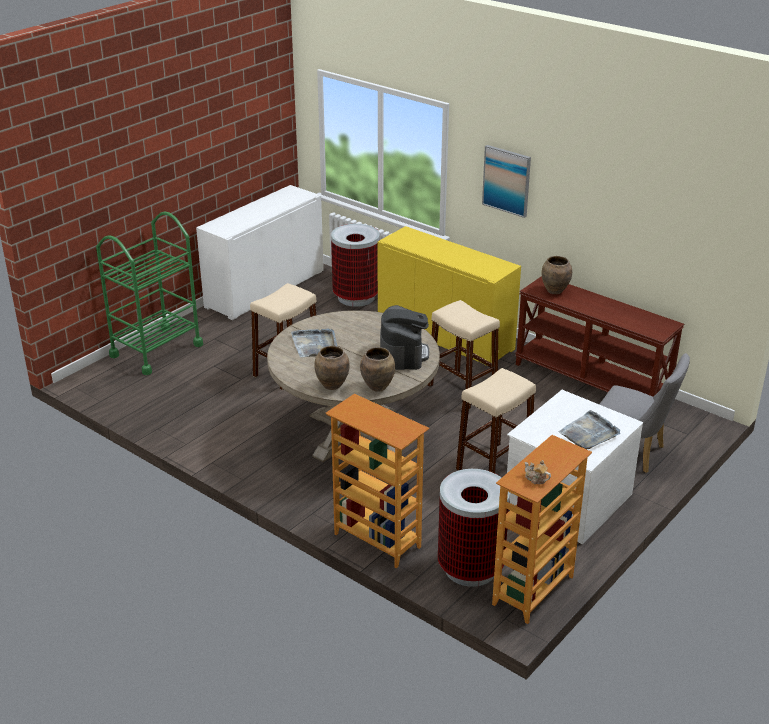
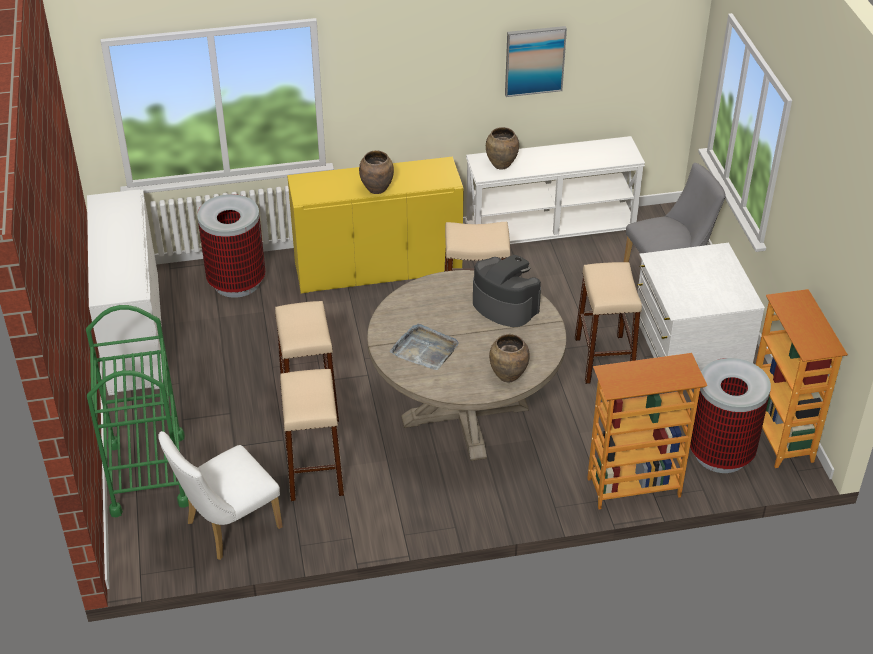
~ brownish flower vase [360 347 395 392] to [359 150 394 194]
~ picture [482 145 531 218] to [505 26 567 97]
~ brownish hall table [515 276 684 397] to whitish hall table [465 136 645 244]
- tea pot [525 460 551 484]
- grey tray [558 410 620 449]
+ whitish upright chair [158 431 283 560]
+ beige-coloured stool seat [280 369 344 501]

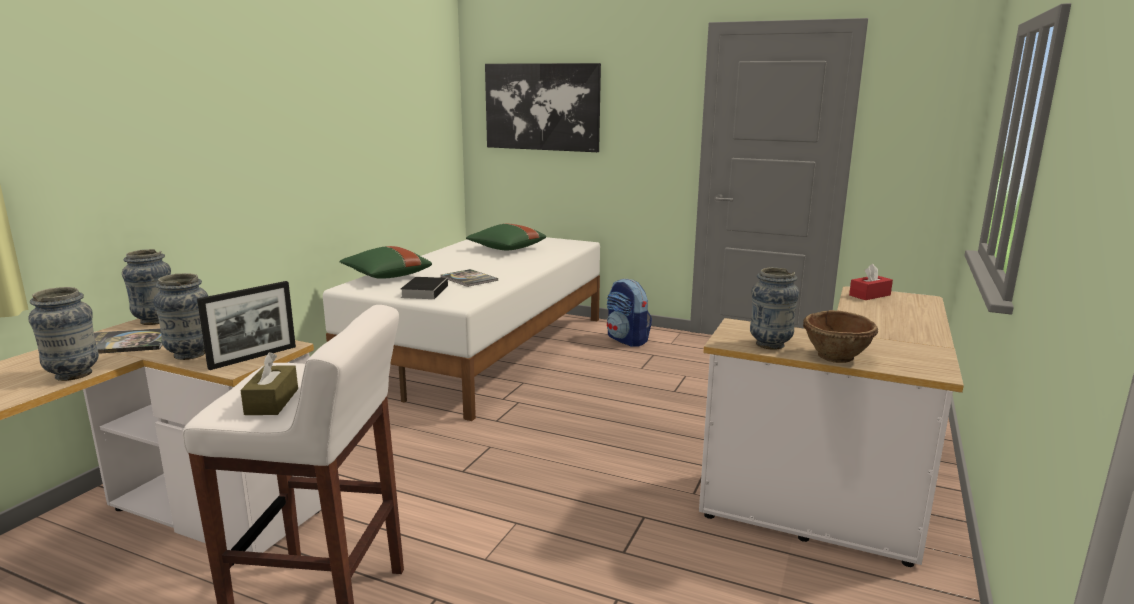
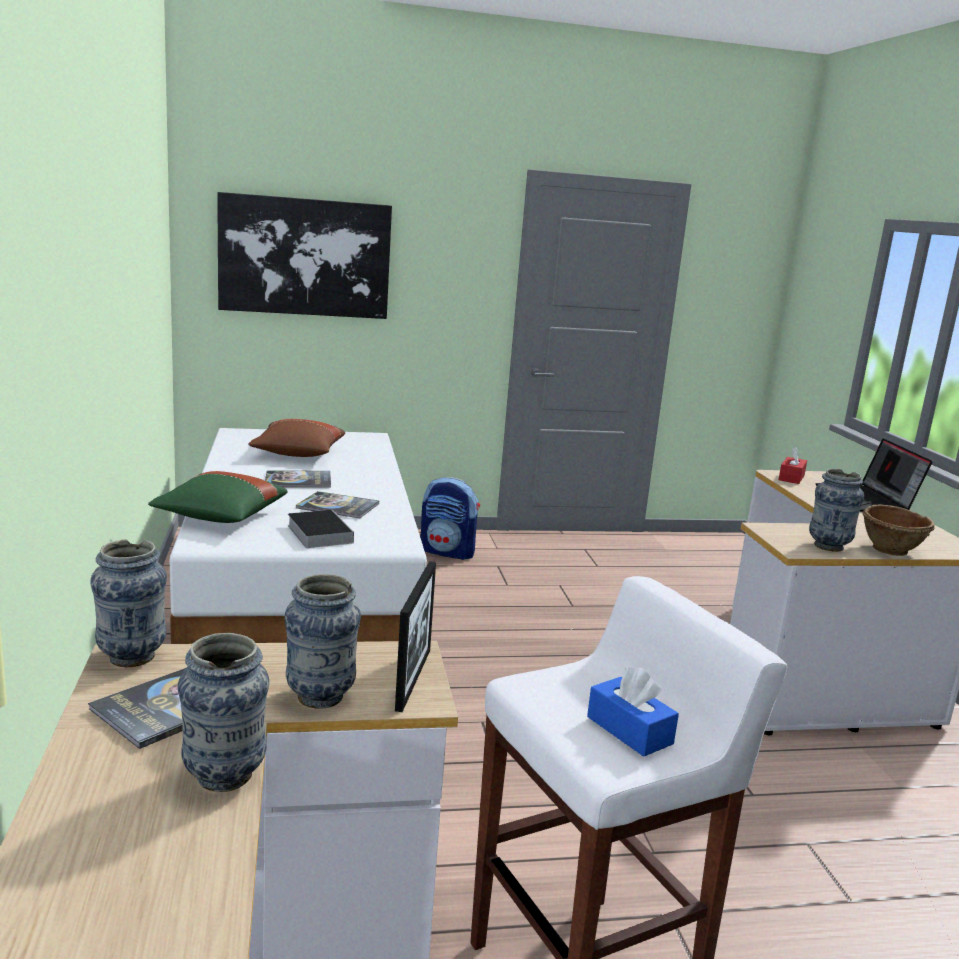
~ brownish box of tissues [240 352 298 415] to bluish box of tissues [587 667 679 757]
~ greenish throw pillow [466 224 546 250] to brownish throw pillow [248 419 345 457]
+ volume [265 470 331 488]
+ laptop [815 438 932 512]

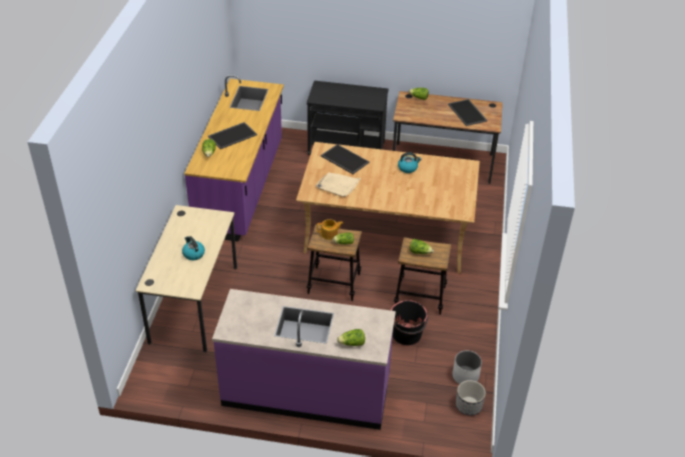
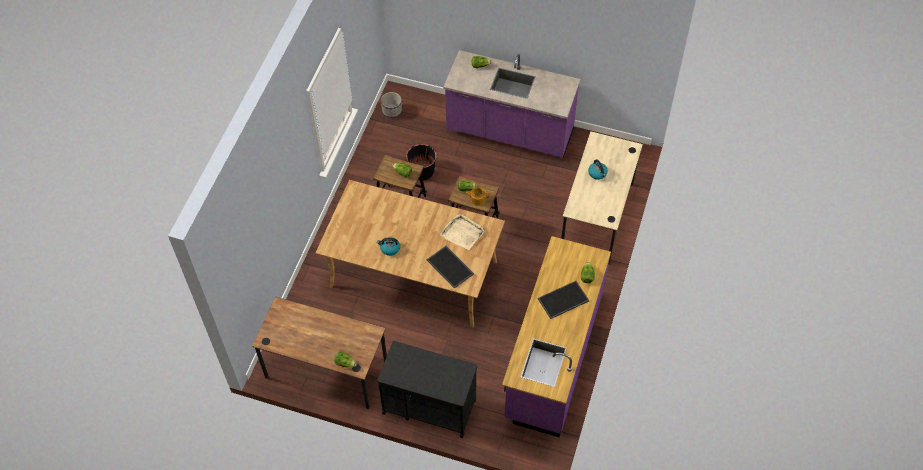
- tray [448 99 487 126]
- whitish planter [452 351 482 384]

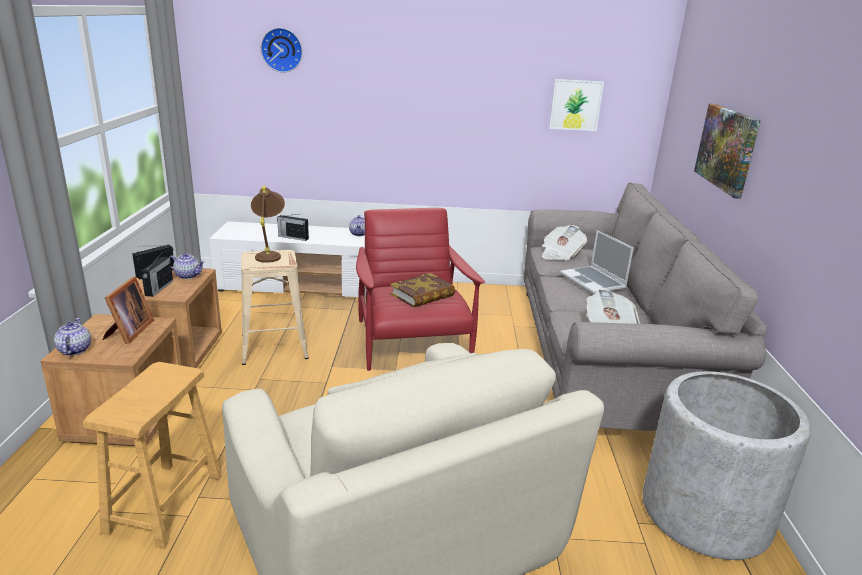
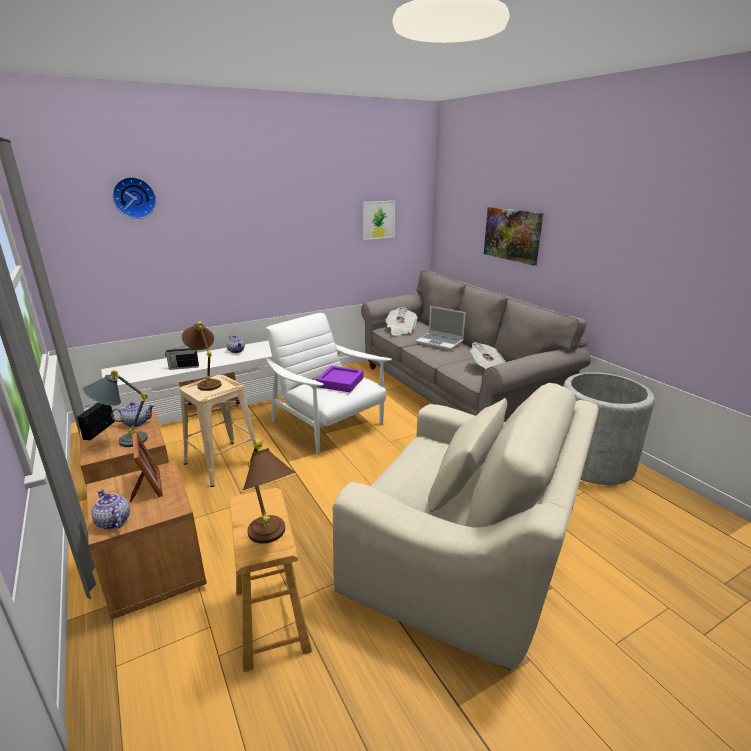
~ radio receiver [141 254 173 297] to grey tabletop lamp [83 370 148 447]
~ red-coloured armchair [356 208 485 371] to whitish armchair [265 313 392 455]
~ volume [390 273 455 307] to purplish tray [316 366 364 392]
+ brownish tabletop lamp [243 439 295 544]

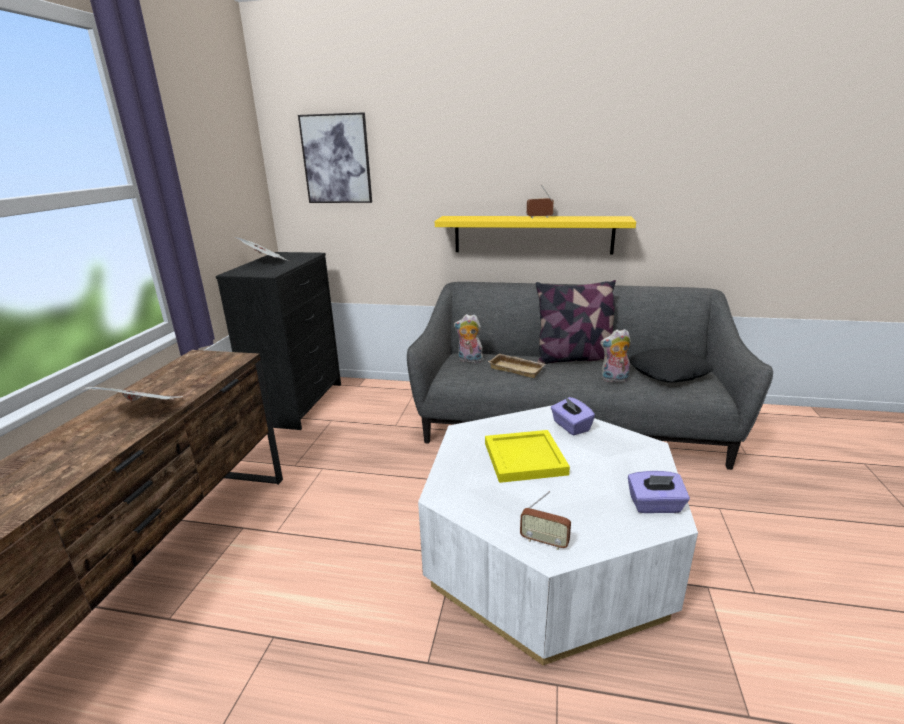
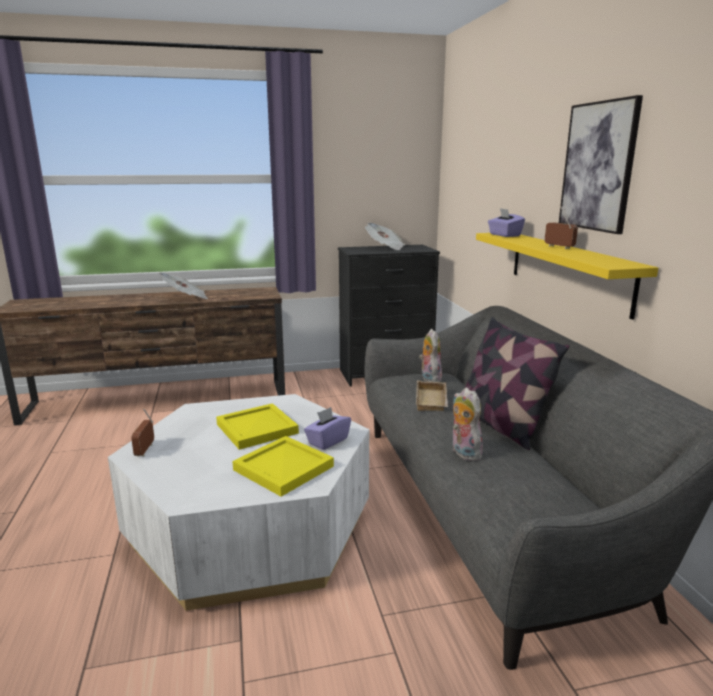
~ picture [298 112 372 203] to [559 95 643 234]
~ purplish box of tissues [628 471 690 513] to [488 208 525 237]
- blackish throw pillow [629 348 713 382]
+ yellow-coloured tray [232 436 334 497]

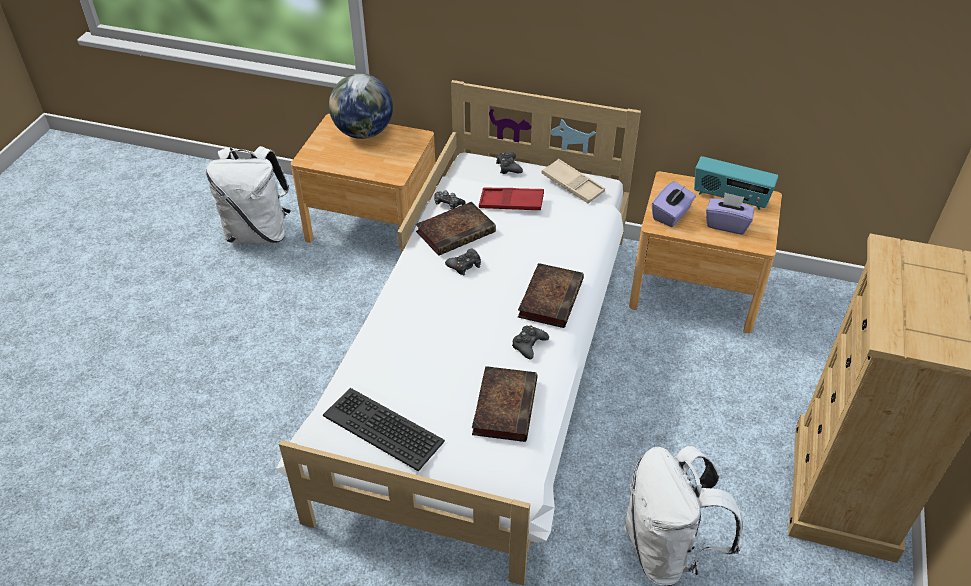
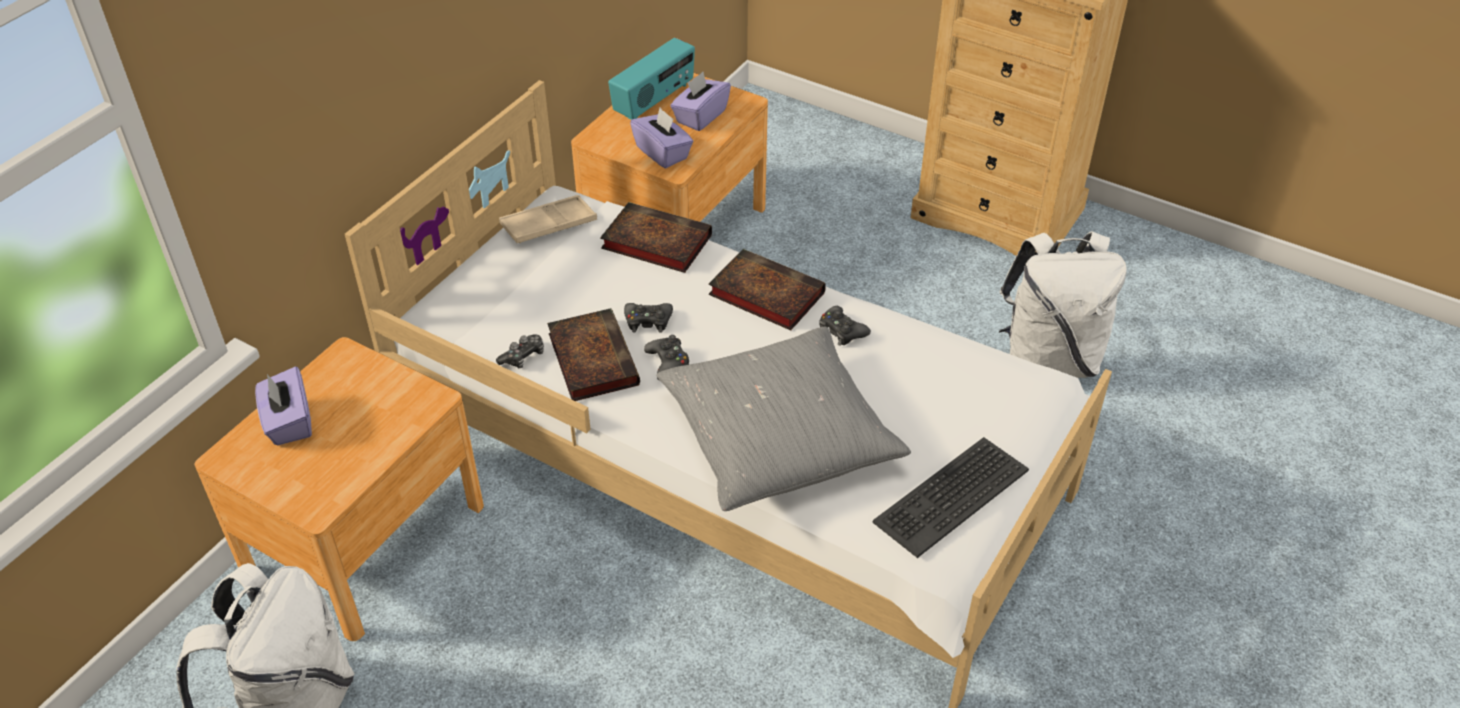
~ globe [329 74 393 139] to purplish box of tissues [255 366 312 445]
~ volume [472 366 537 442] to [600 202 712 273]
- red-coloured tray [479 188 544 210]
~ blackish game controller [496 152 523 174] to [624 303 673 333]
+ grey throw pillow [656 327 911 511]

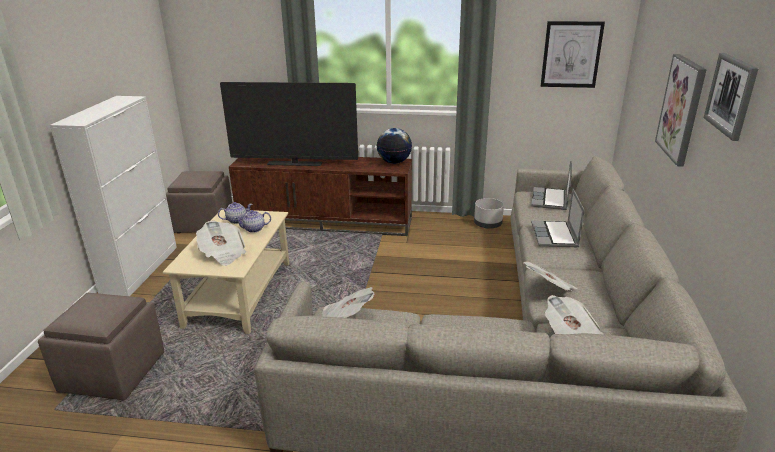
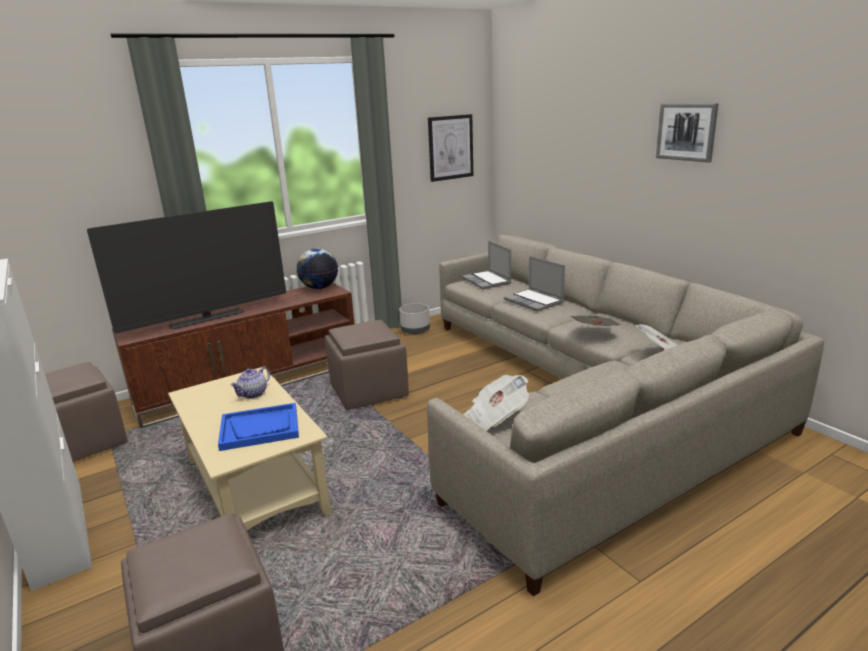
~ printed paper [196 220 246 266] to bluish tray [218 403 299 451]
- tea pot [218 202 253 224]
- picture [655 54 706 167]
+ brownish ottoman [325 320 409 410]

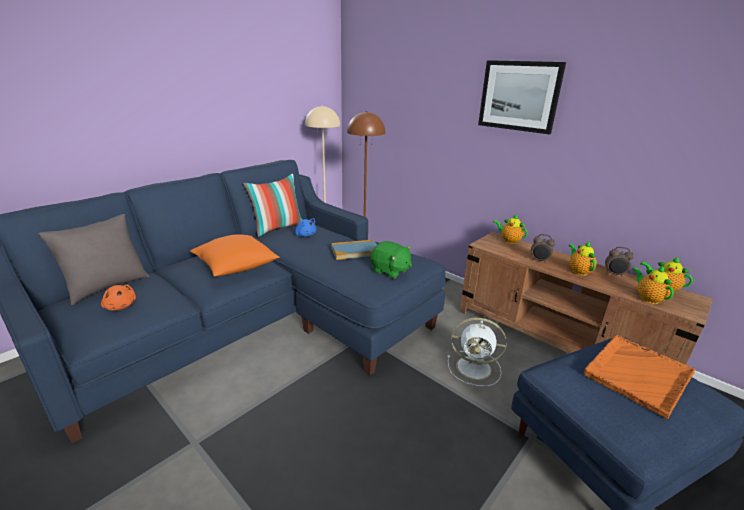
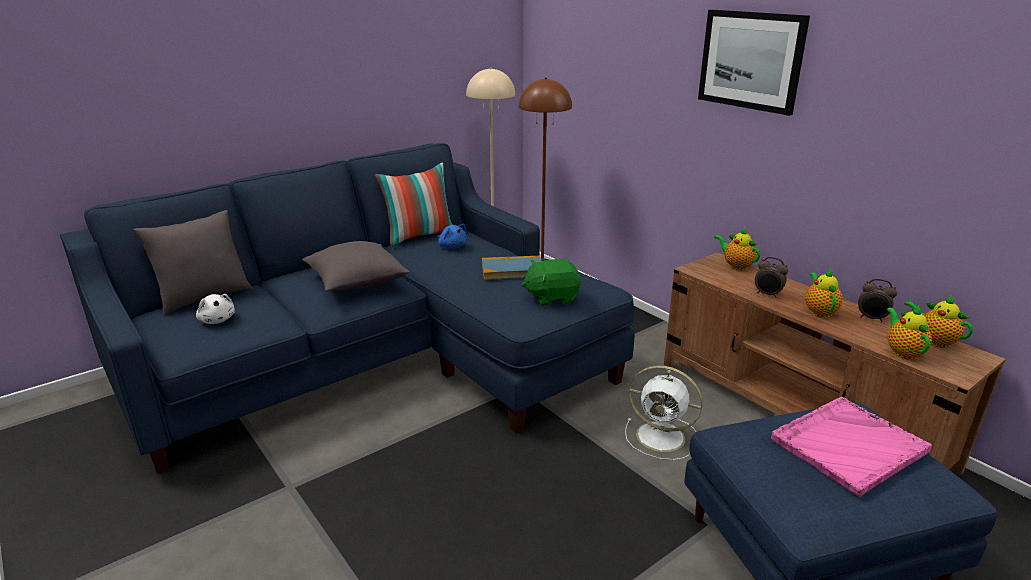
~ orangey plush toy [101 284 136 311] to whitish plush toy [196 294 235 324]
~ orangey throw pillow [190 234 280 276] to grey throw pillow [302 241 410 291]
~ greenish plush toy [370 241 412 279] = [522 259 581 306] 120 degrees clockwise
~ orangey tray [584 335 695 419] to pinkish tray [771 397 932 497]

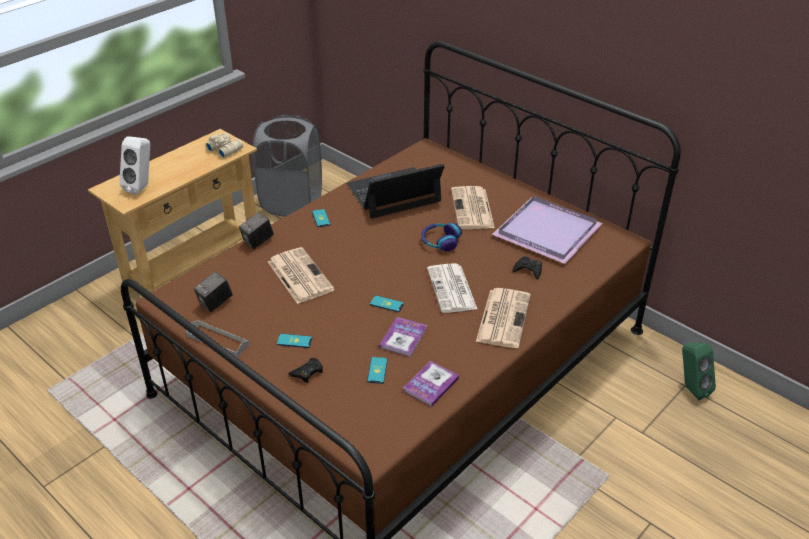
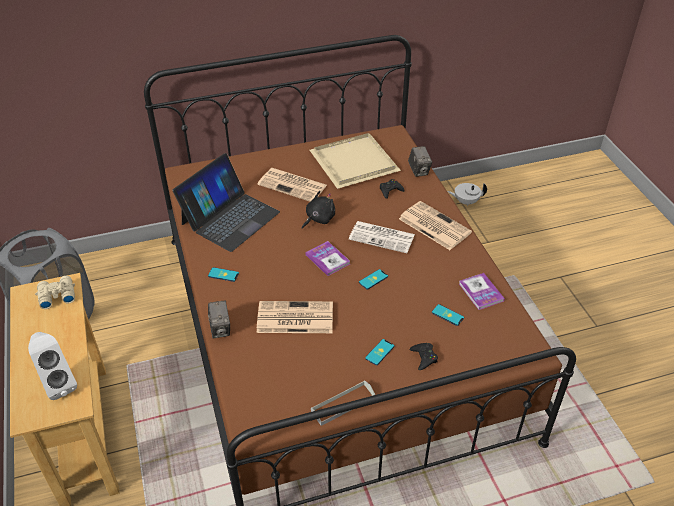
~ still camera [194 271 233 312] to [408 146 432 177]
~ laptop [347 164 445 219] = [172 153 280 252] 150 degrees counterclockwise
~ volume [379 317 427 357] to [306 241 350 276]
~ pair of headphones [421 223 462 251] to blackish plush toy [302 191 335 229]
~ purplish tray [492 196 603 264] to beige-coloured tray [310 133 401 189]
~ greenish audio speaker [682 342 716 400] to whitish tea pot [447 183 487 206]

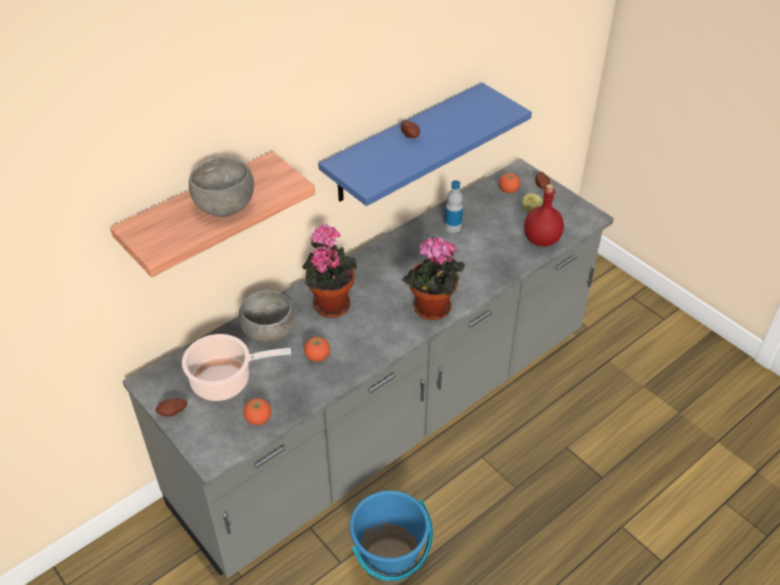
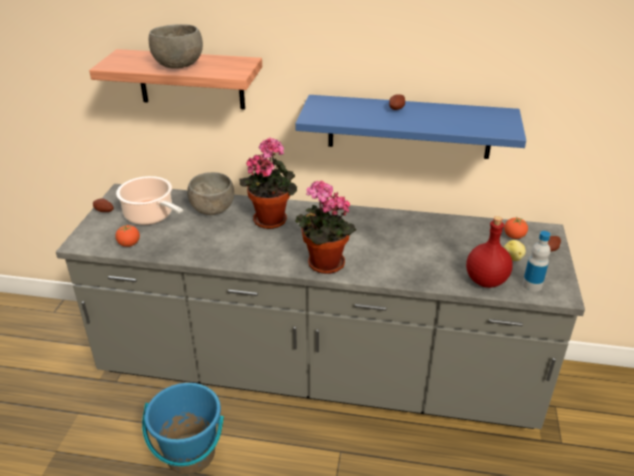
- whole tomato [304 337 330 362]
~ bottle [445 180 463 233] to [522 231 551 292]

